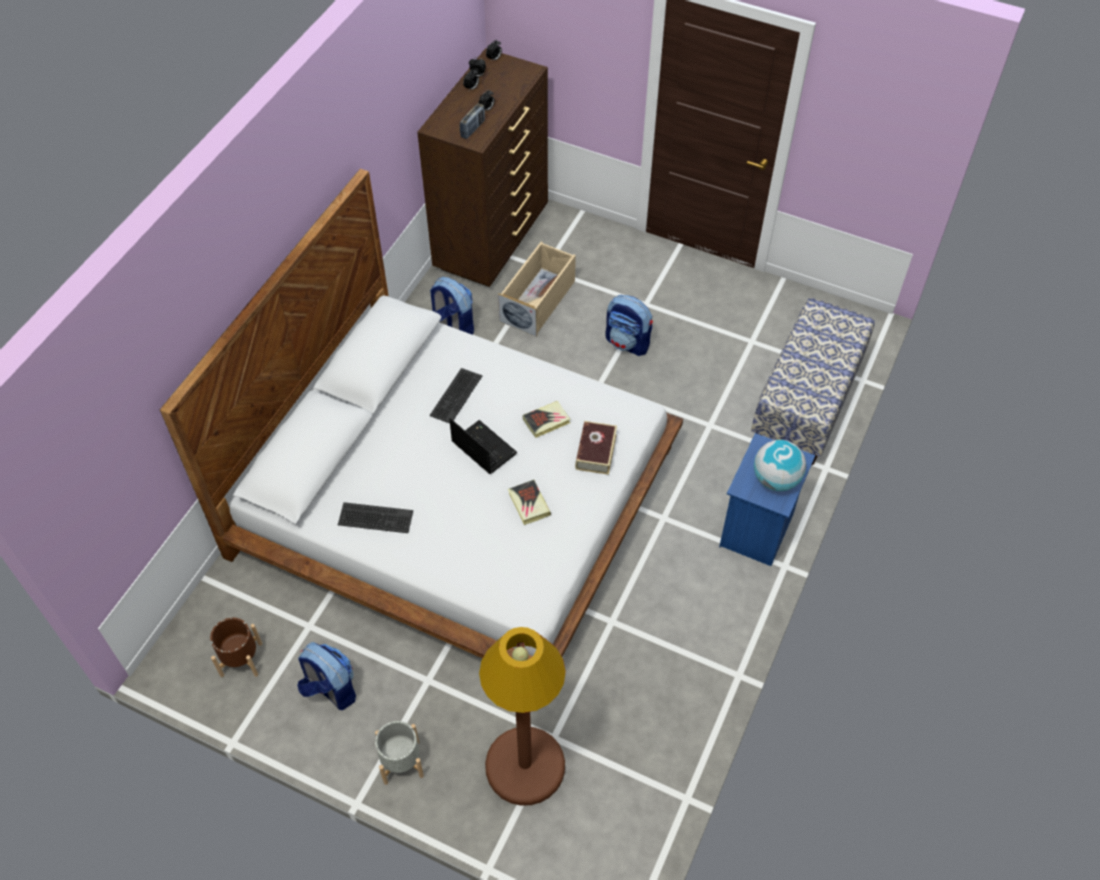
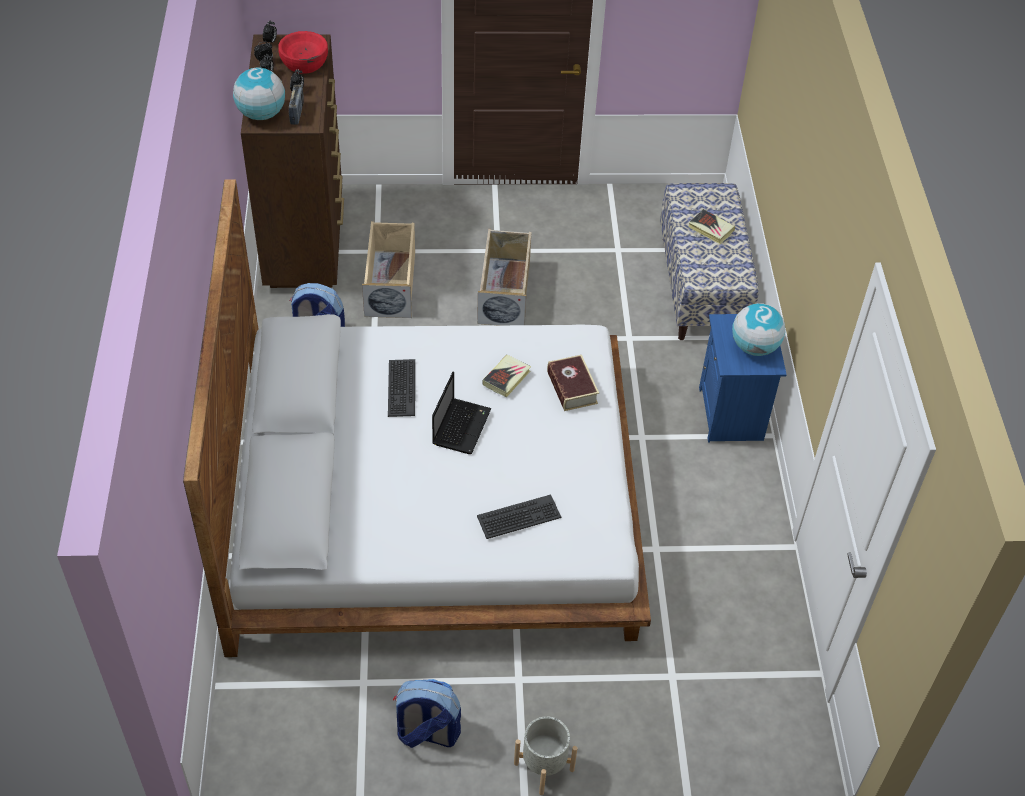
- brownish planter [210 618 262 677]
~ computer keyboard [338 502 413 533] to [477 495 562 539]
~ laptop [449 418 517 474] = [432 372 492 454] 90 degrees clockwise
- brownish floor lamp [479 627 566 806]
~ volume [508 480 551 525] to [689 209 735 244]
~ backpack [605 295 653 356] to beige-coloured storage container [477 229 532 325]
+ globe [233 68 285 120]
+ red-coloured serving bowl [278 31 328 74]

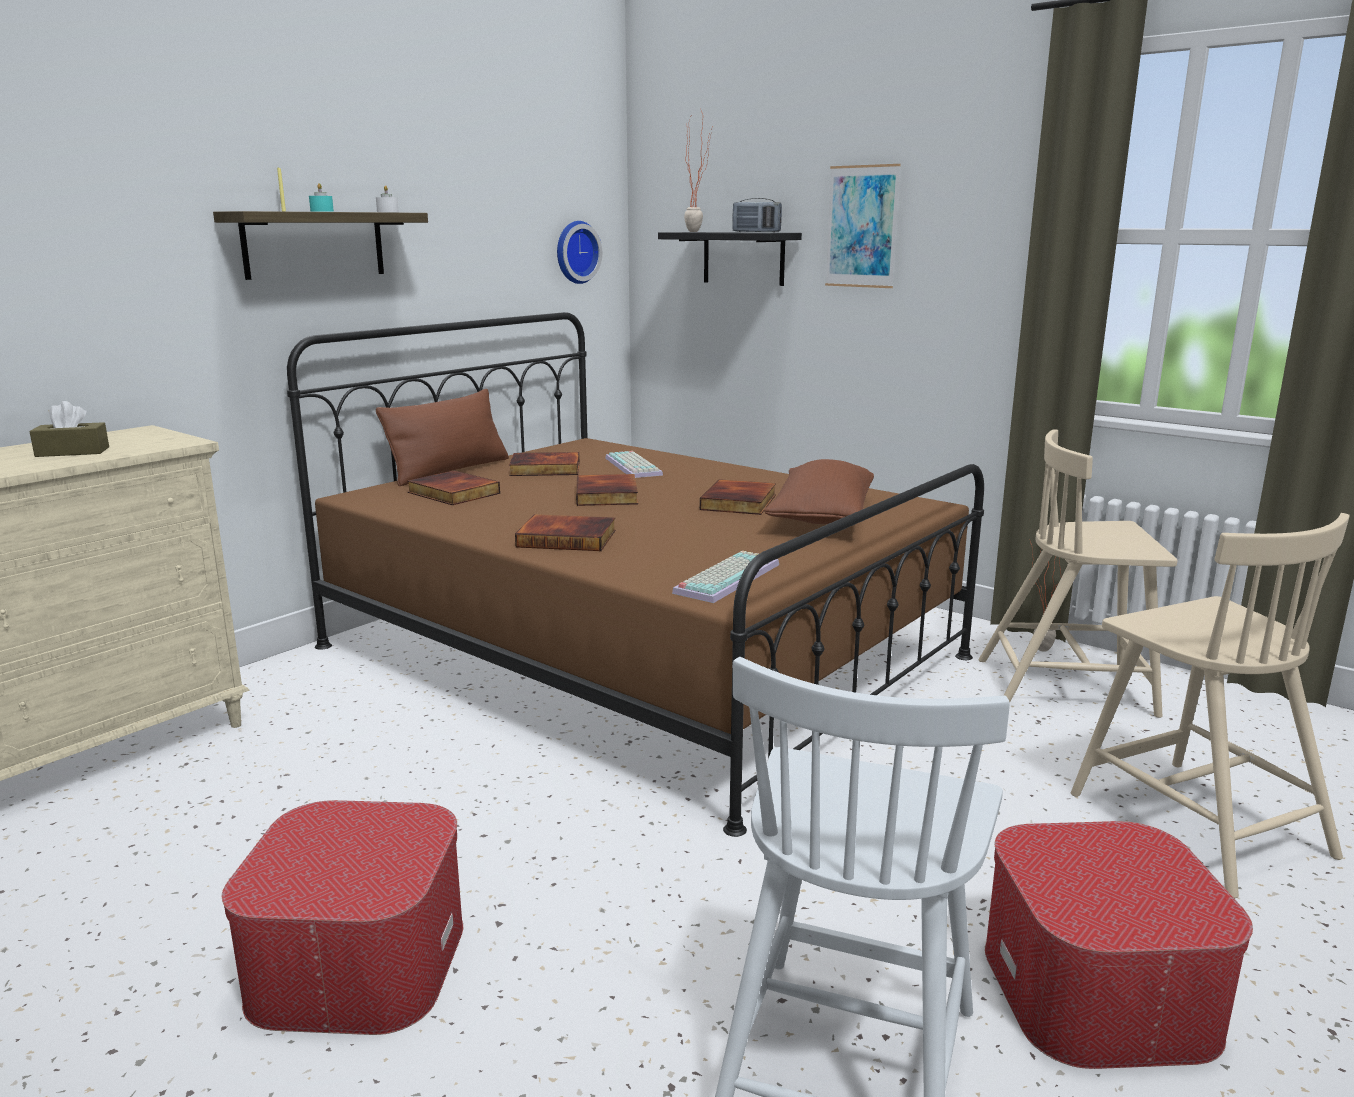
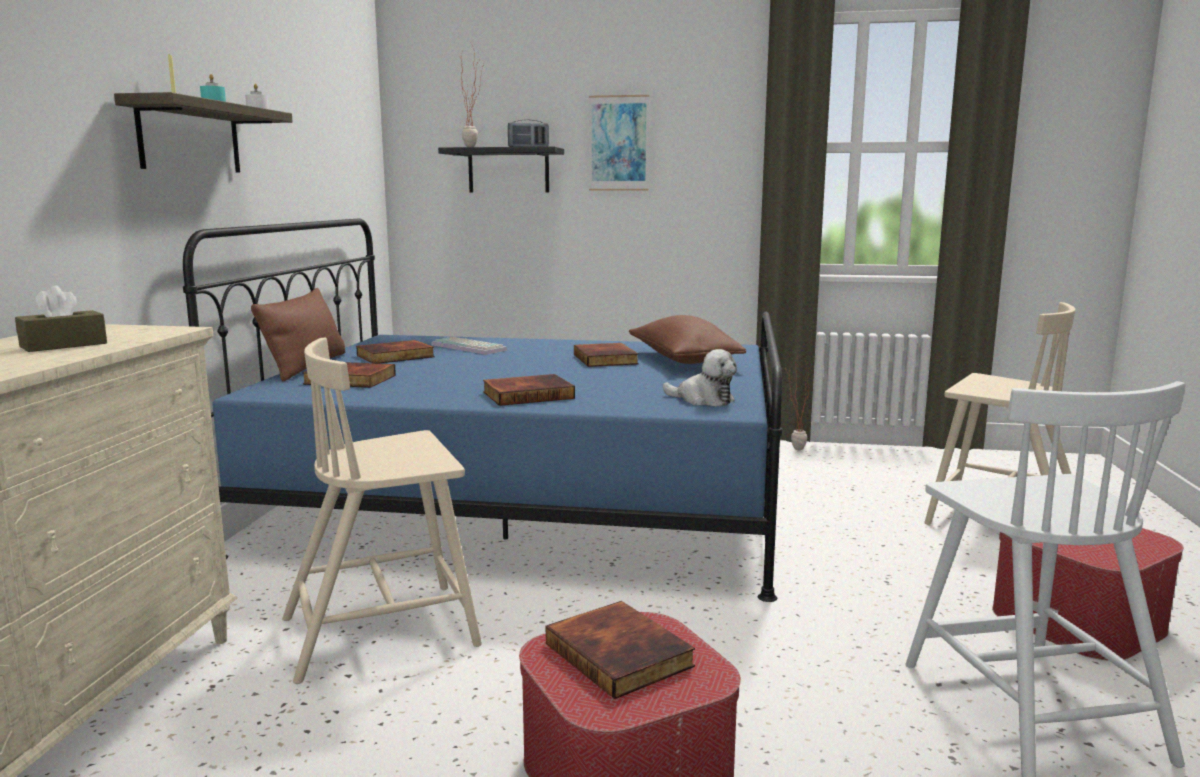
~ brownish bedroom bed [287 312 984 837] to bluish bedroom bed [183 218 783 602]
- clock on the wall [557 221 602 284]
~ volume [576 474 638 506] to [546 601 695 699]
~ computer keyboard [672 551 779 603] to plush toy [663 349 737 406]
~ beige-coloured upright chair [979 430 1178 718] to [282 338 482 684]

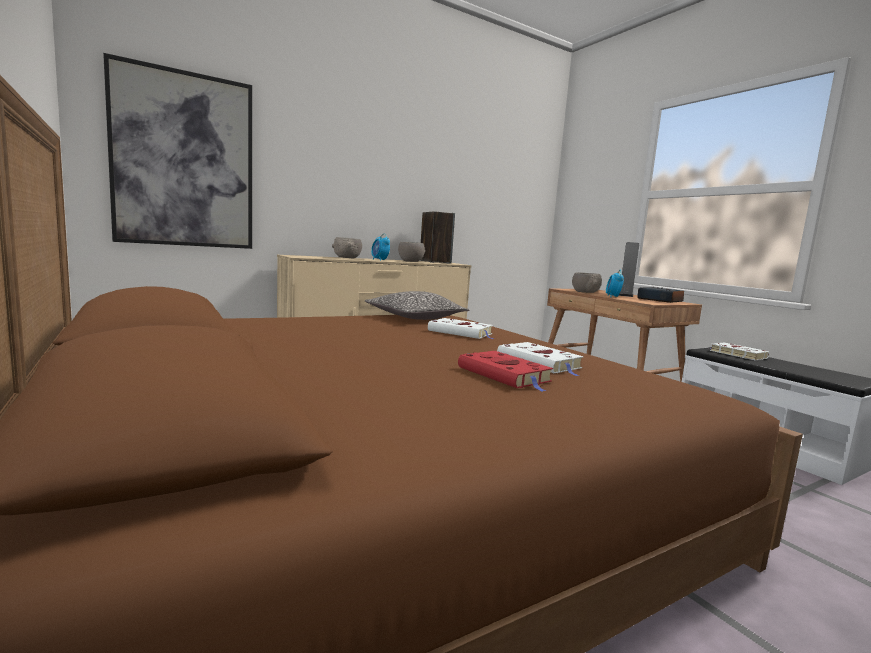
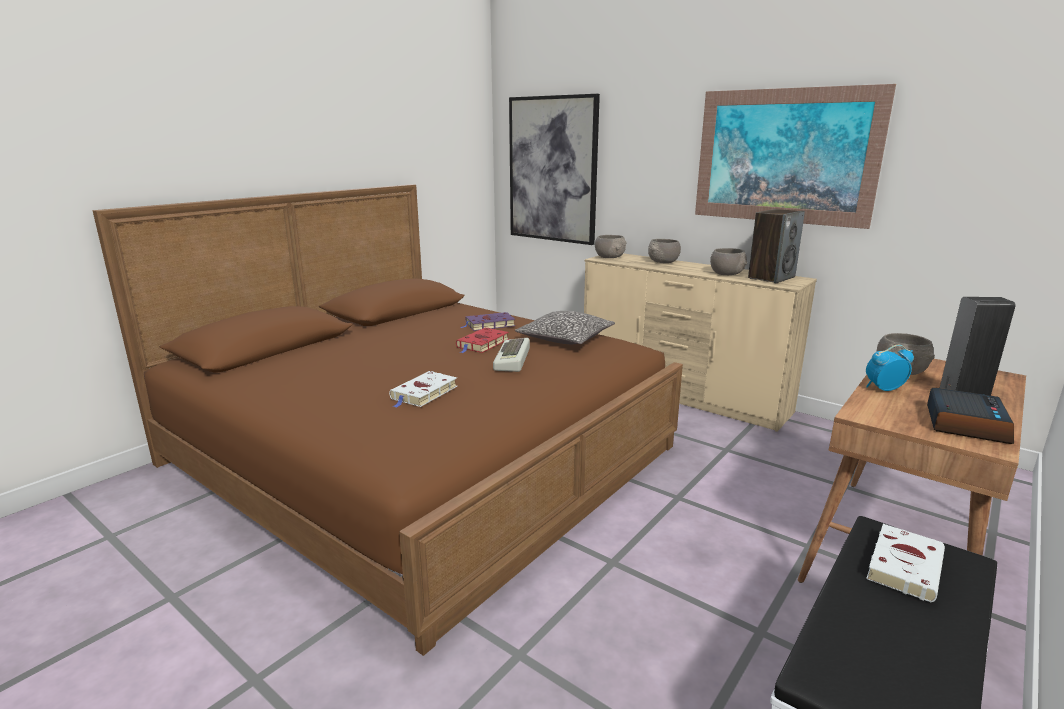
- table clock [371 233 390 261]
~ whitish volume [428 318 494 339] to computer keyboard [493 338 530 372]
~ red-coloured volume [458 351 553 392] to [456 328 509 353]
+ purplish volume [461 312 515 331]
+ grey serving bowl [595 235 627 258]
+ picture [695 84 896 229]

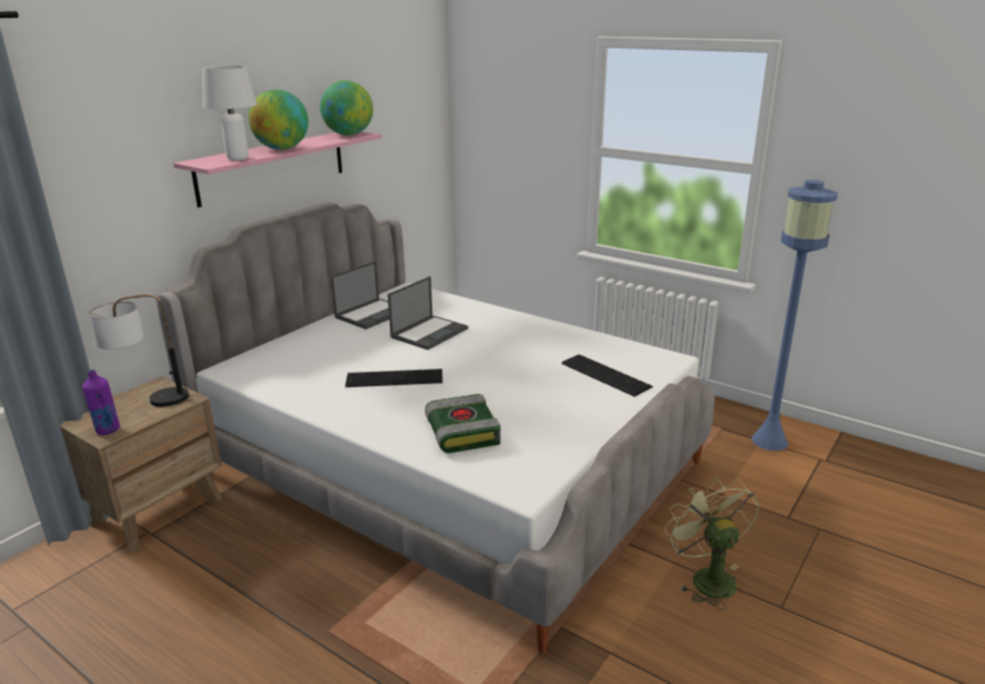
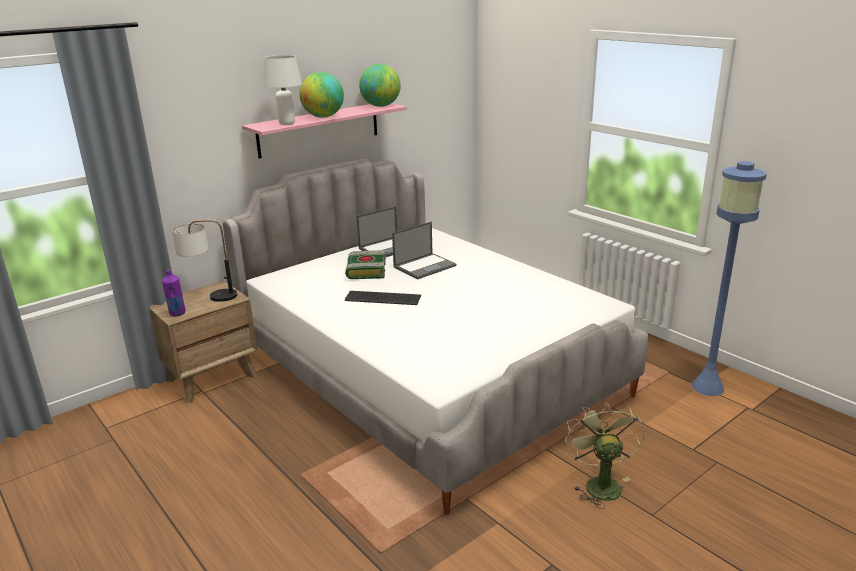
~ volume [425 394 501 453] to [345 250 386 279]
- computer keyboard [562 354 653 397]

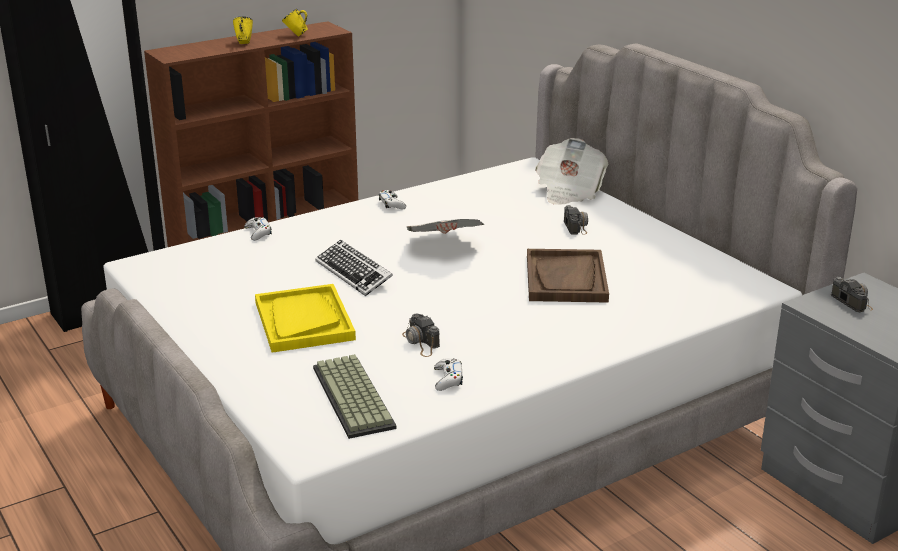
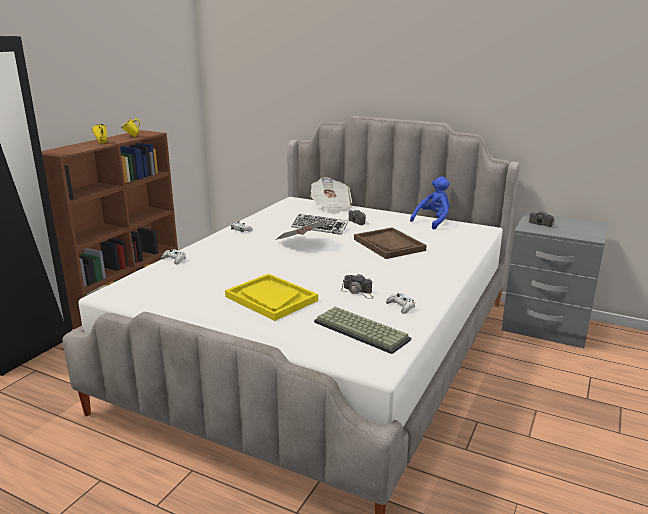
~ computer keyboard [315 240 393 296] to [291 214 348 235]
+ bluish plush toy [410 176 450 230]

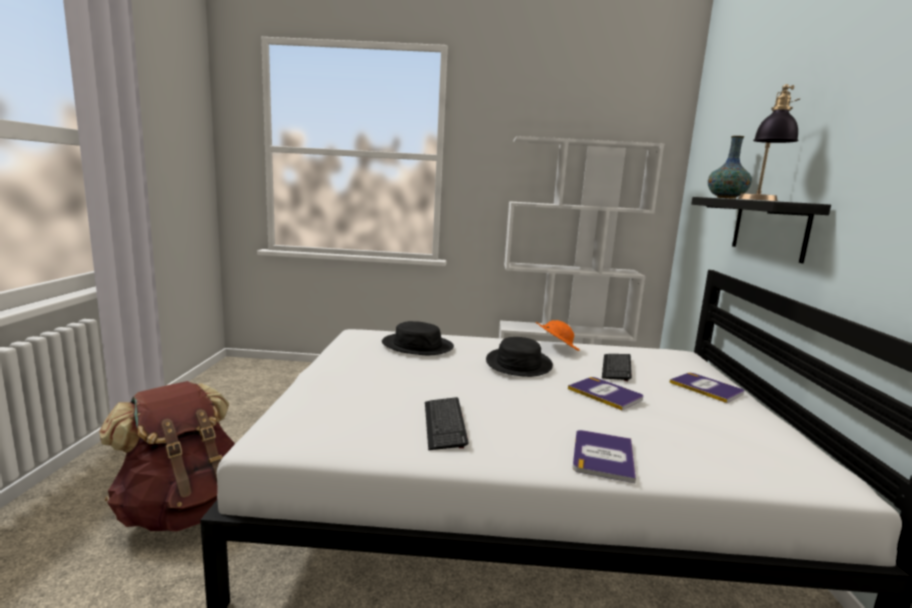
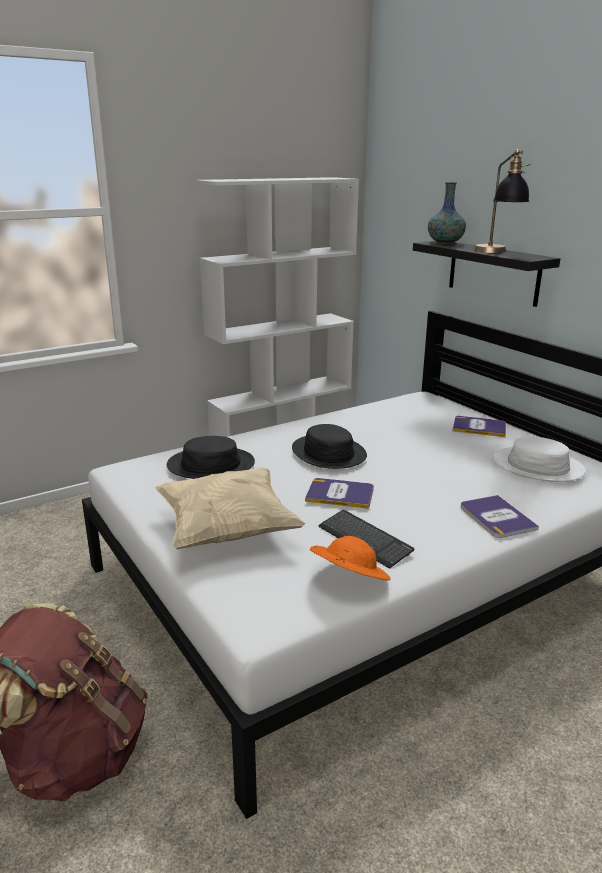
~ orangey wearable hat [536 320 580 351] to [310 536 391 581]
~ volume [568 377 643 410] to [305 478 374 509]
- computer keyboard [602 354 632 381]
+ beige-coloured throw pillow [155 468 306 549]
+ whitish wearable hat [493 436 586 482]

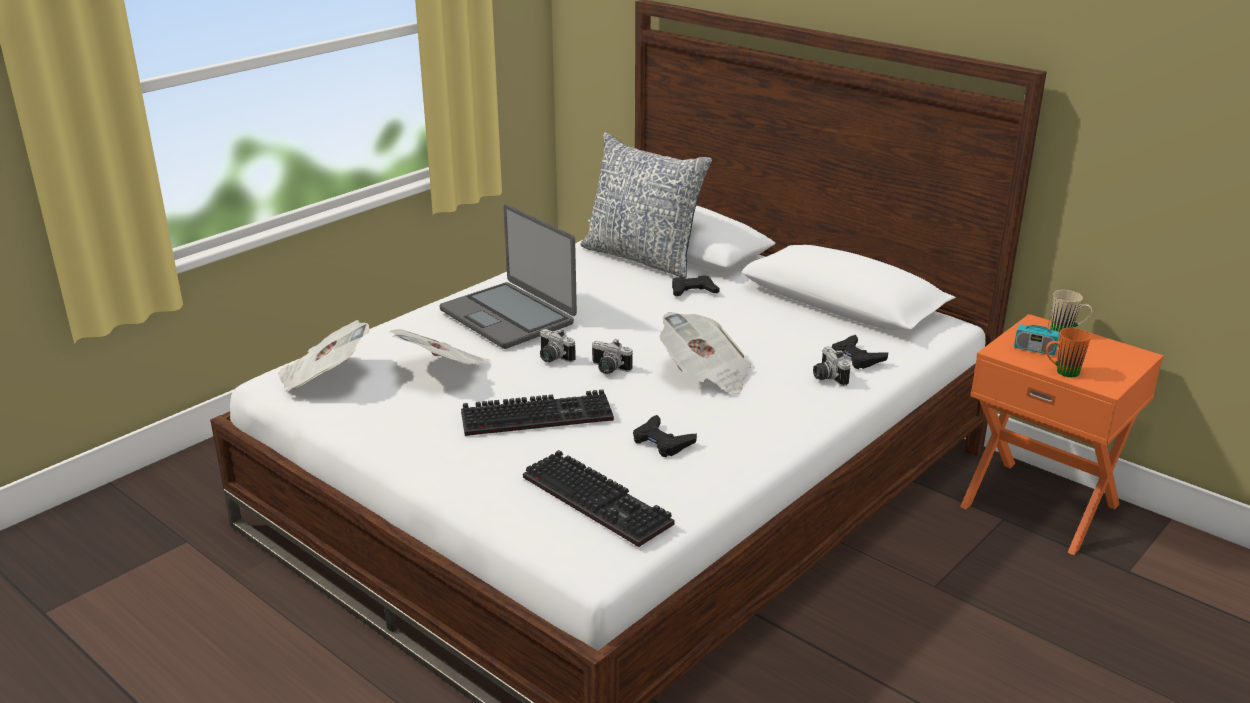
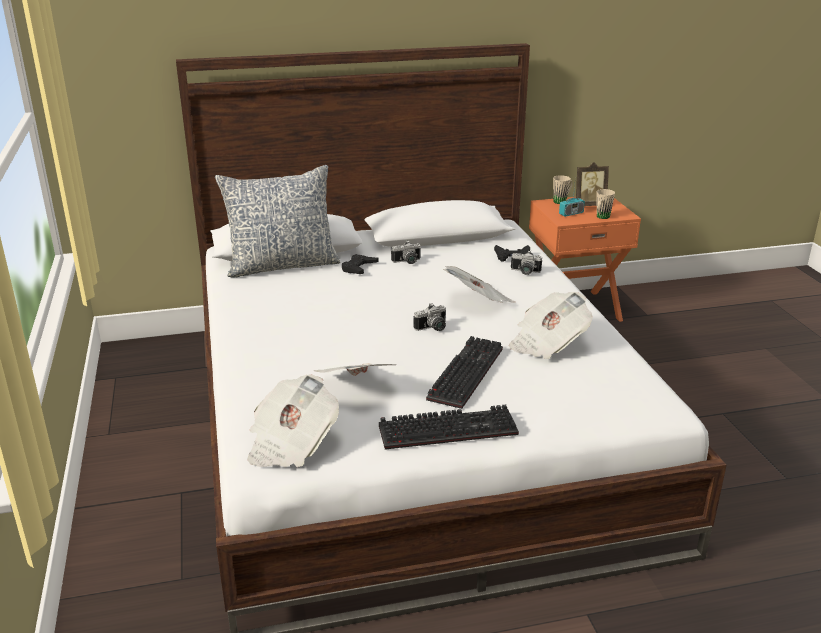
- laptop [440 204 577 349]
~ computer keyboard [523 450 675 547] to [379 405 519 450]
~ still camera [539 329 576 362] to [391 240 421 264]
~ blackish game controller [633 415 697 457] to printed paper [509 292 593 359]
~ orangey mug [1046 328 1091 377] to beige-coloured mug [597 189 615 219]
+ standing frame [576 162 609 206]

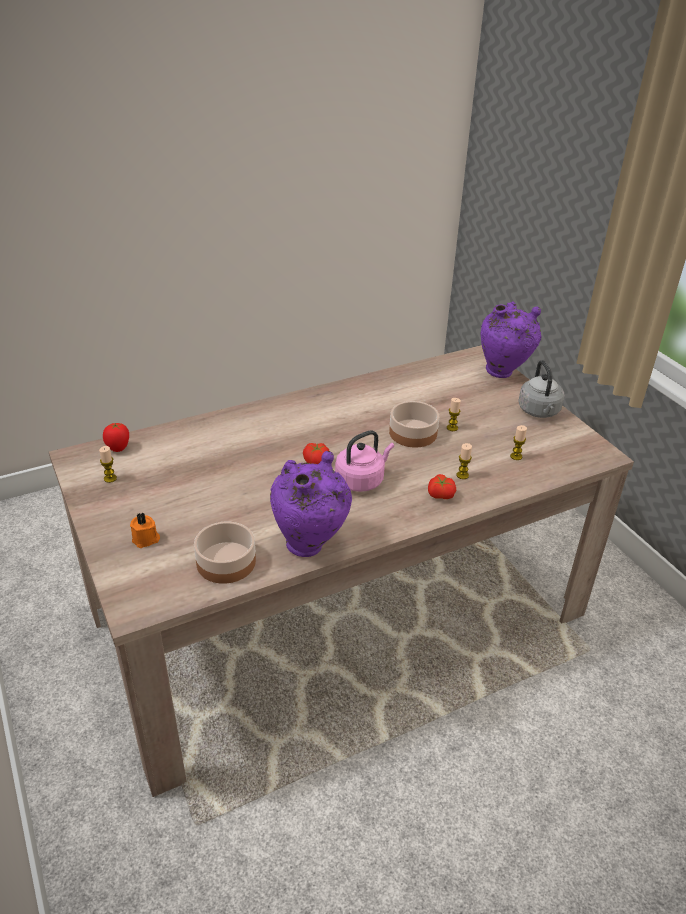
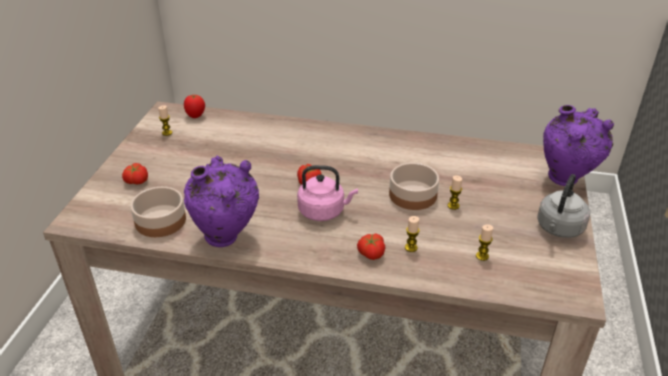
~ orangey candle [130 512 160 548] to whole tomato [122 163 148 184]

